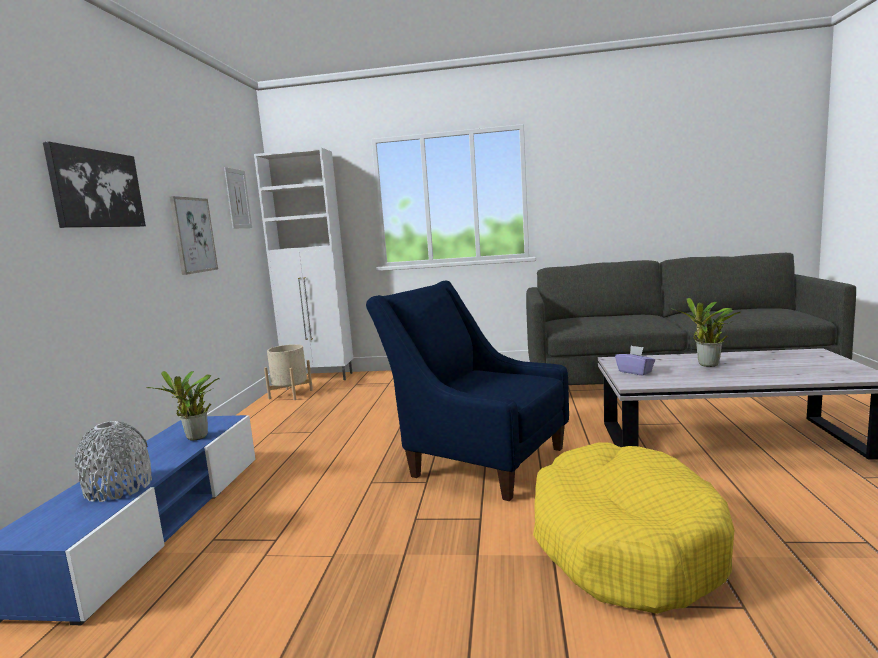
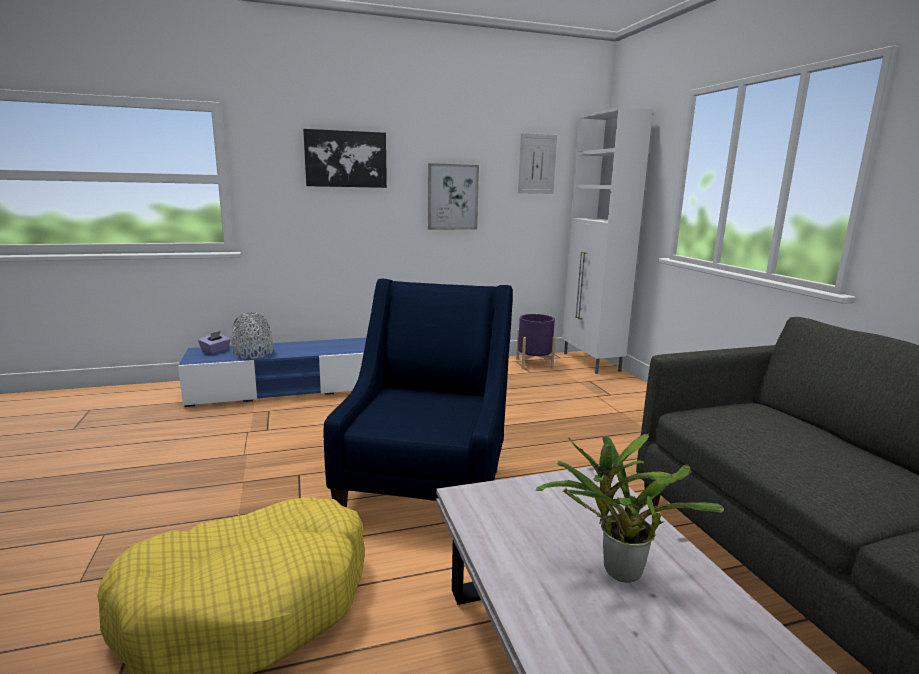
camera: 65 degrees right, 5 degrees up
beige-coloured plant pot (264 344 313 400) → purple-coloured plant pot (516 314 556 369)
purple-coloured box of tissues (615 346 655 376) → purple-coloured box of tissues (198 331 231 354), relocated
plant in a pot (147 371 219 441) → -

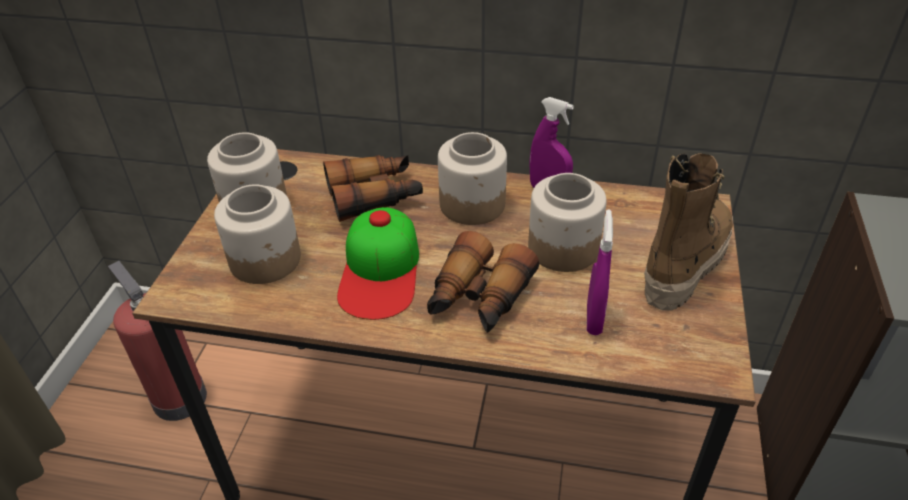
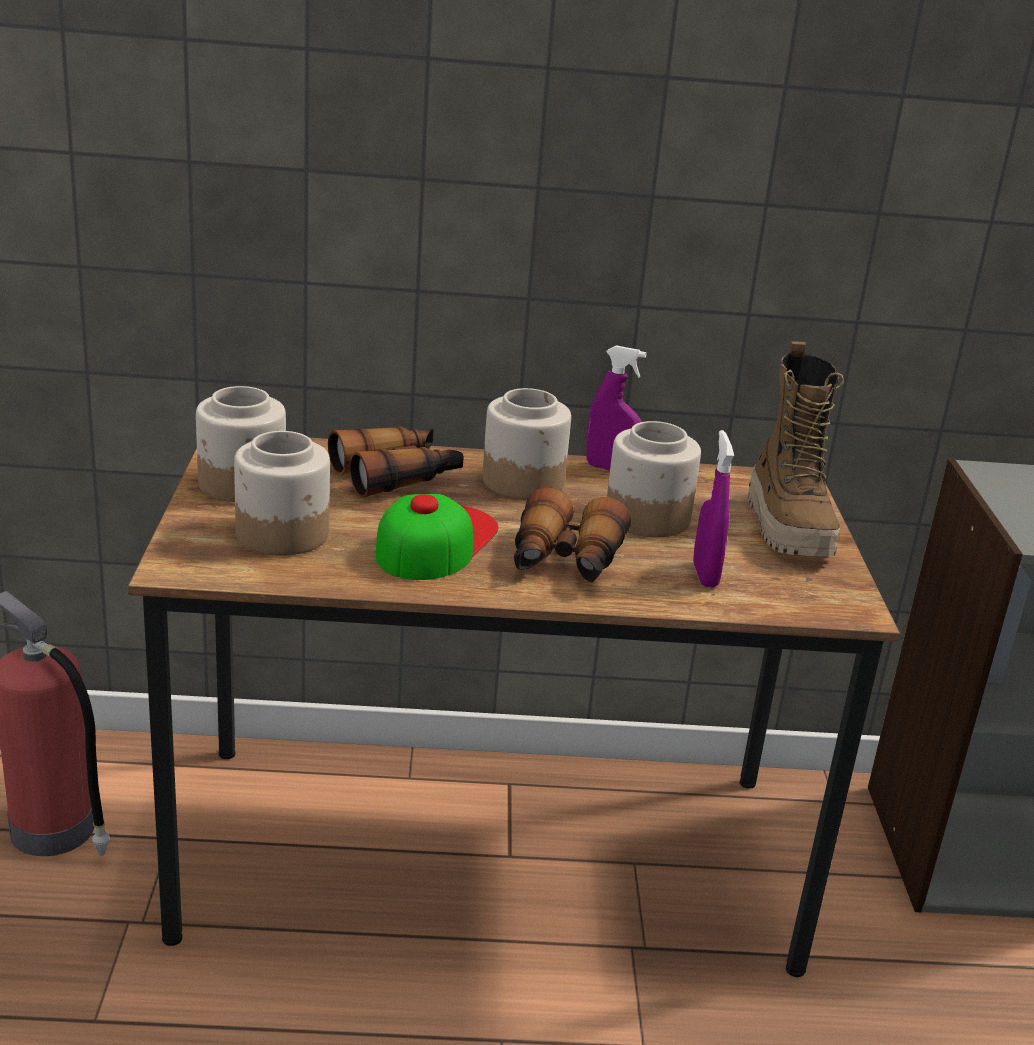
camera: 15 degrees left, 15 degrees down
high-top boot (644 153 733 311) → high-top boot (748 341 844 557), 150 degrees clockwise
peaked cap (337 207 419 320) → peaked cap (375 494 498 580), 150 degrees counterclockwise

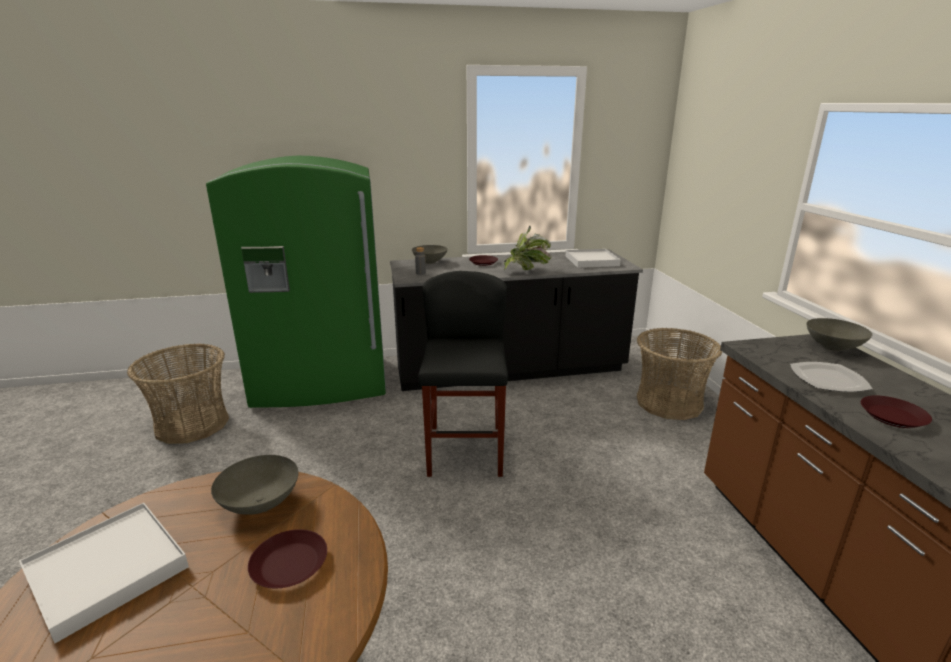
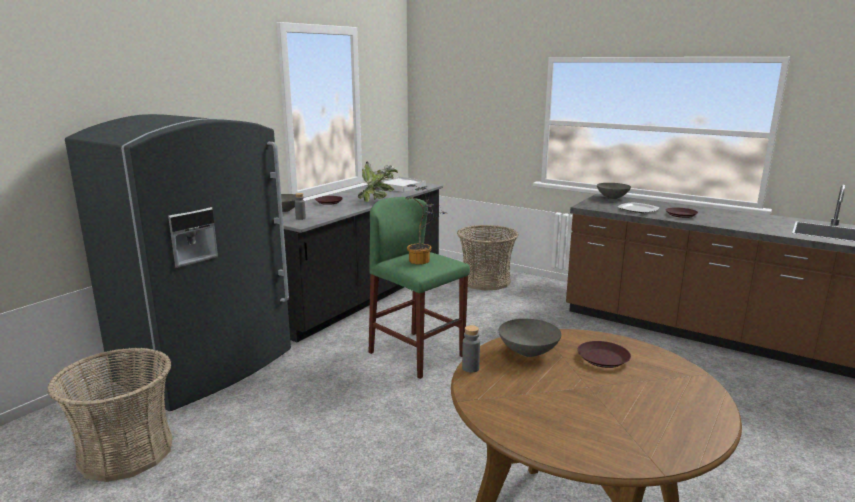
camera: 45 degrees left, 5 degrees down
greenish kitchen fridge (206 156 386 408) → greyish kitchen fridge (65 114 291 411)
black-coloured stool (418 271 508 477) → greenish stool (369 197 470 379)
whitish serving tray (19 503 189 643) → -
- → plant in a pot (405 184 448 265)
- → greyish bottle (462 325 480 373)

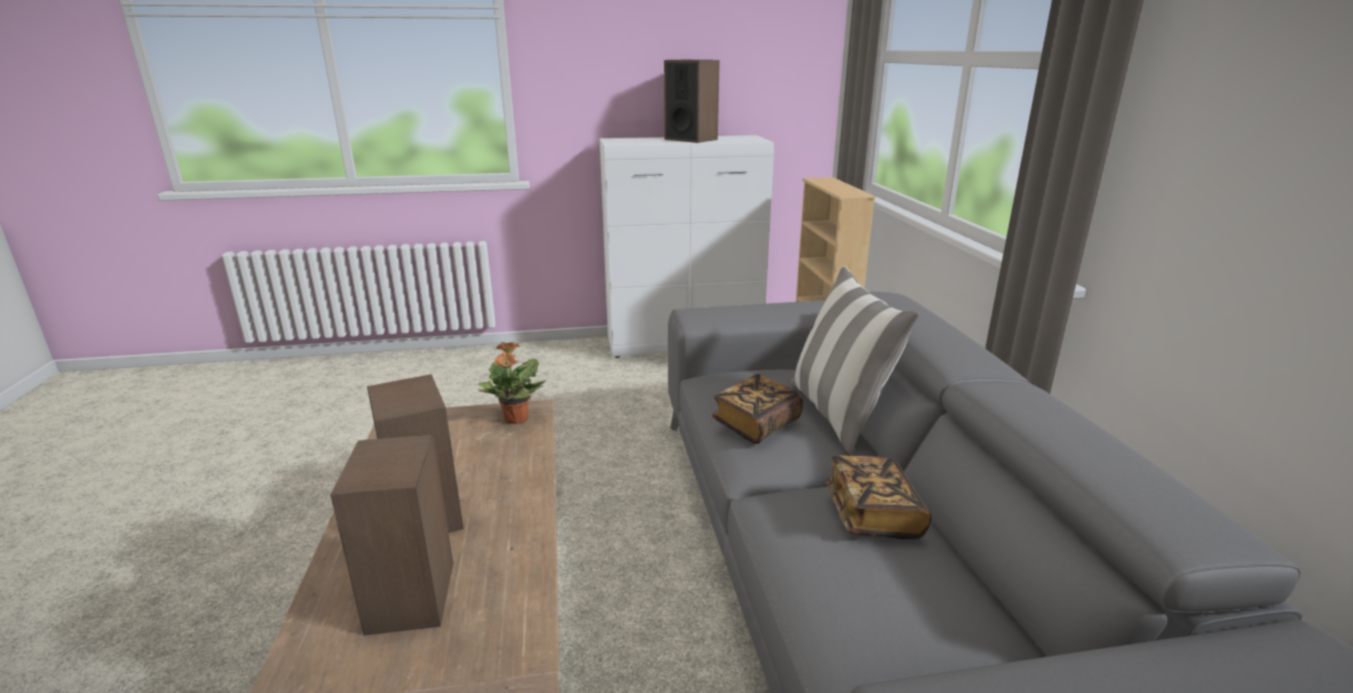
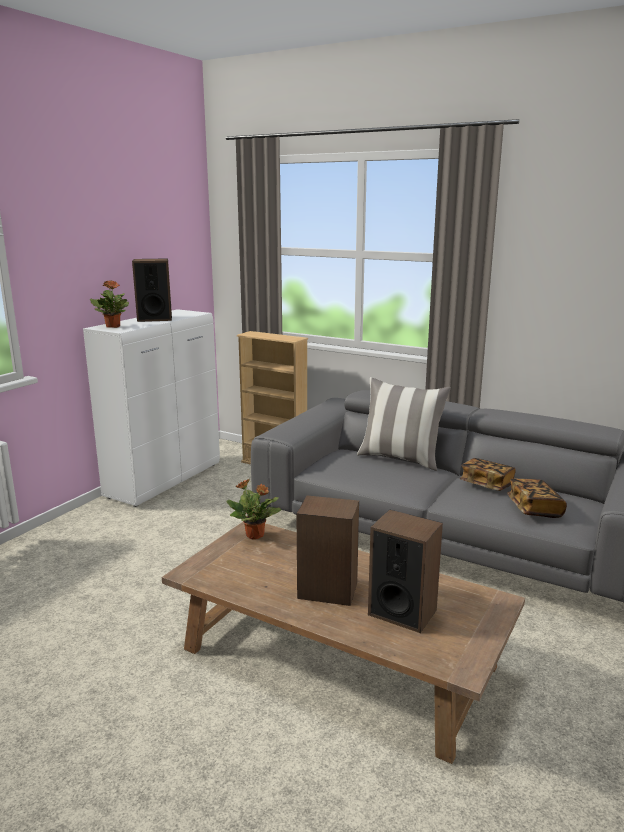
camera: 50 degrees left, 5 degrees down
bound book (712 374 803 444) → bound book (507 478 567 518), relocated
- → plant in a pot (90 280 129 328)

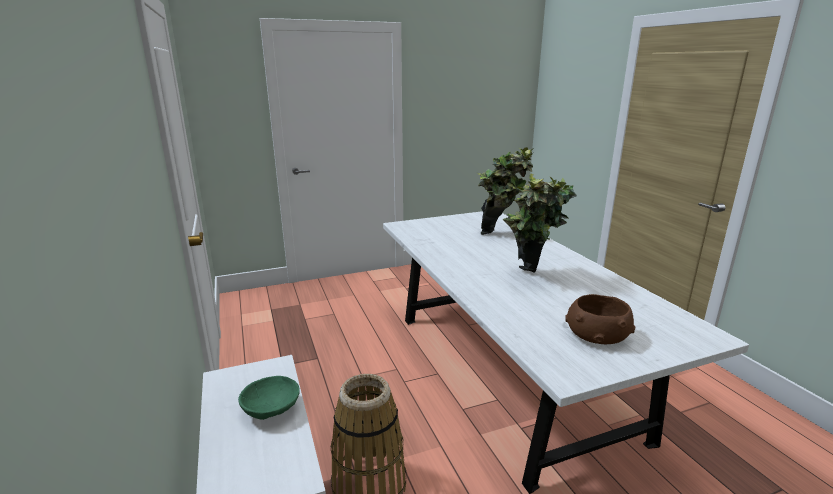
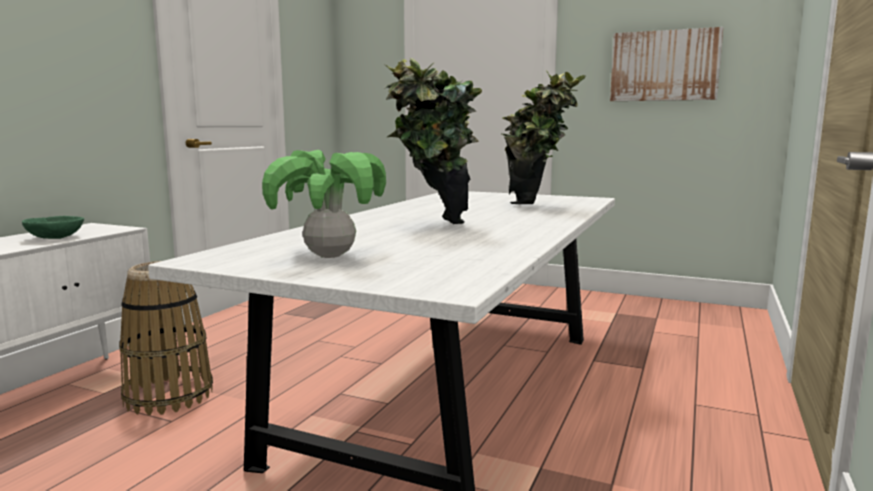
camera: 45 degrees right, 10 degrees down
brownish deep dish (565 294 635 344) → plant in a pot (262 150 386 258)
- → wall art (610 27 723 101)

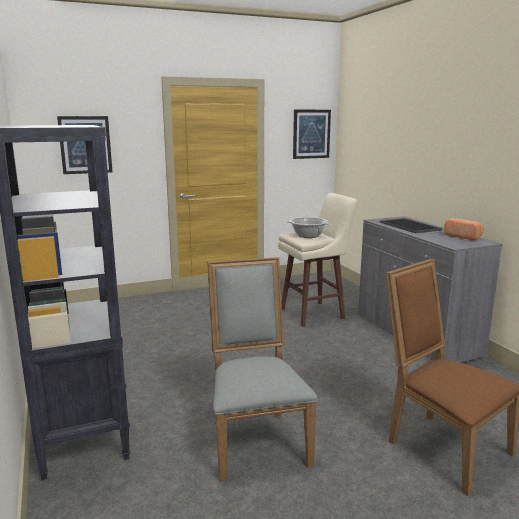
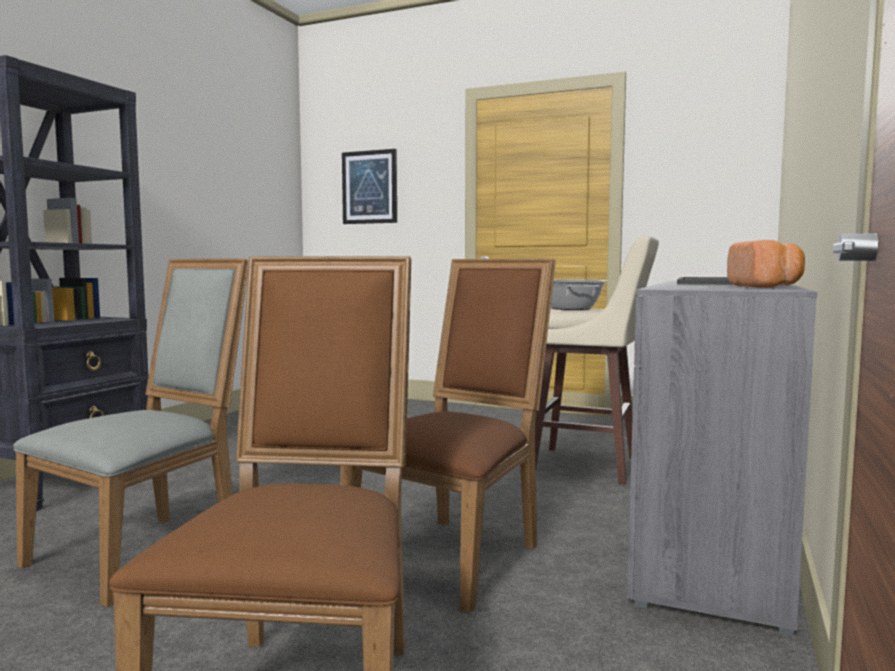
camera: 45 degrees right, 10 degrees down
wall art (293 110 331 159) → -
- → brownish plain chair (340 258 556 613)

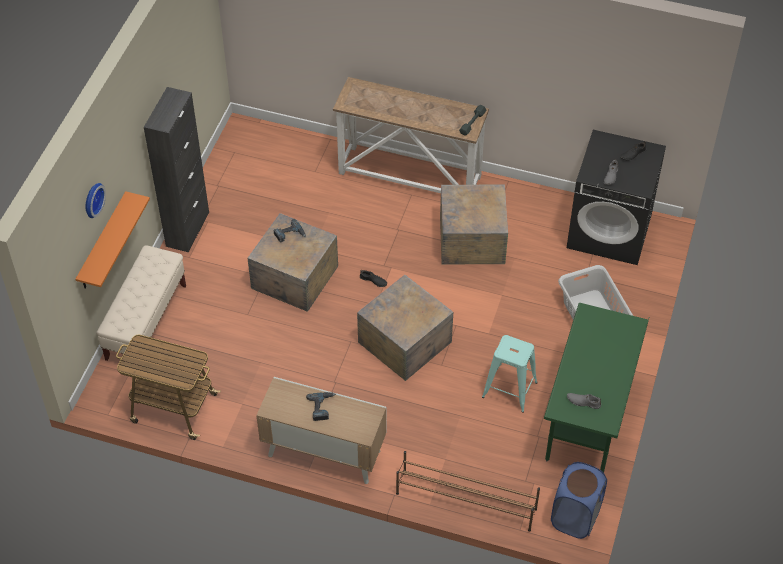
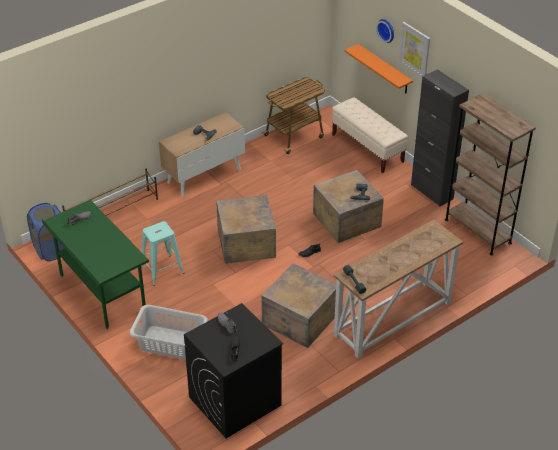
camera: 125 degrees right, 10 degrees down
- → wall art (399 22 430 77)
- → brownish bookshelf (445 93 536 255)

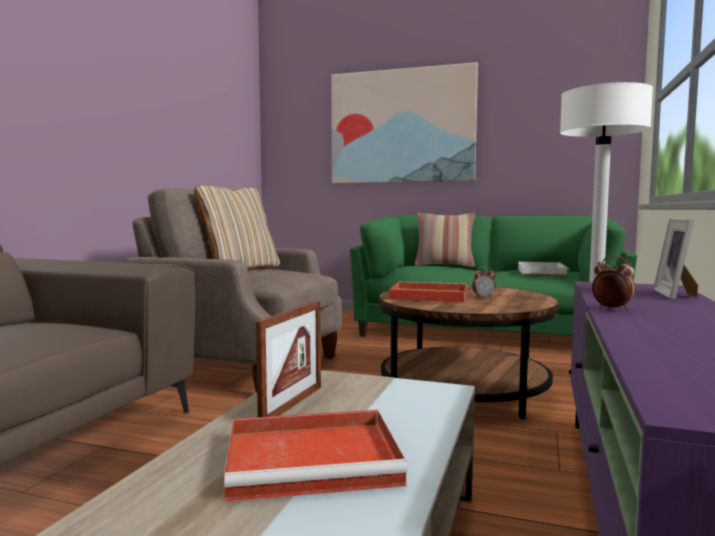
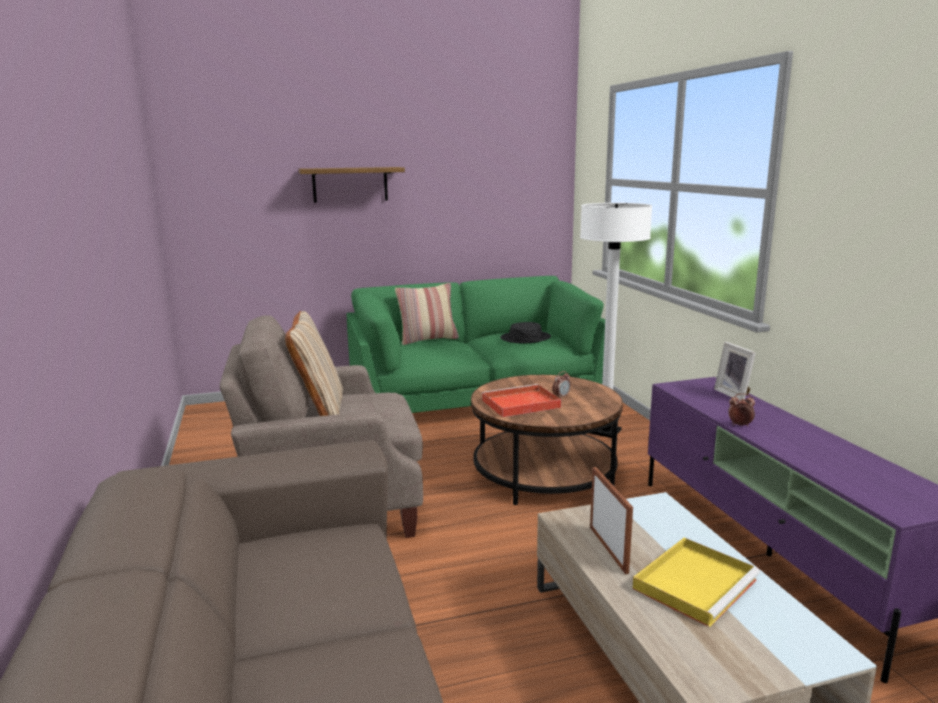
camera: 35 degrees left, 10 degrees up
wall art (331 62 478 183) → shelf (299 167 405 203)
whitish serving tray (518 262 569 275) → black-coloured clothing hat (500 322 551 343)
reddish serving tray (224 410 408 502) → yellow serving tray (633 538 760 627)

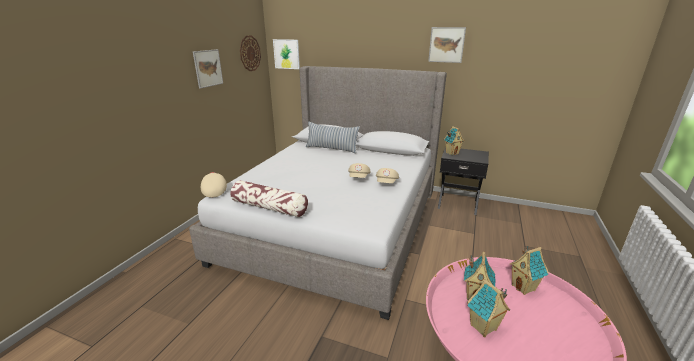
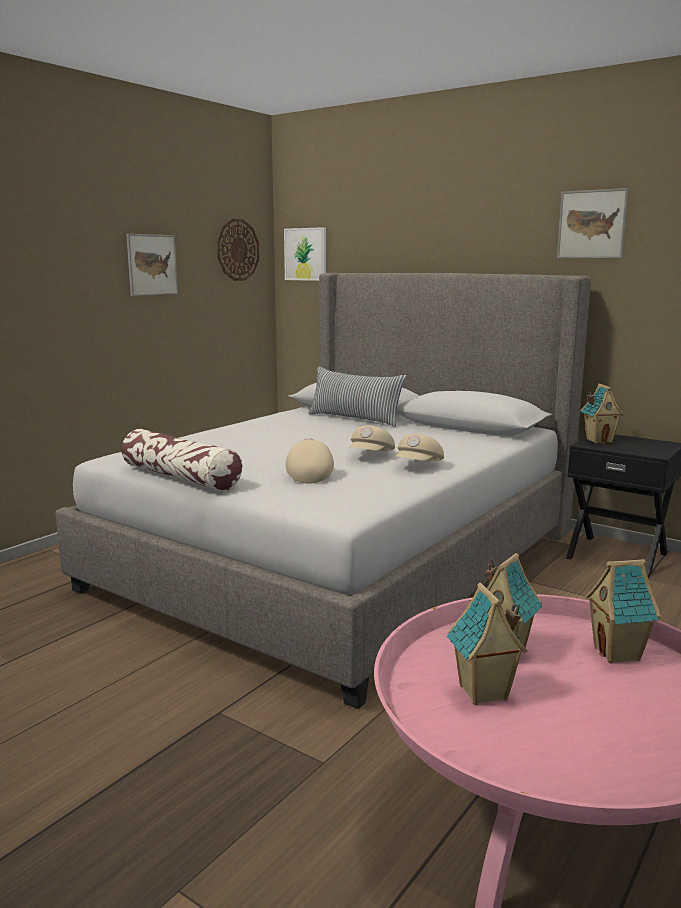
camera: 15 degrees right, 10 degrees down
beige-coloured peaked cap (201 172 227 198) → beige-coloured peaked cap (286 439 334 483), relocated

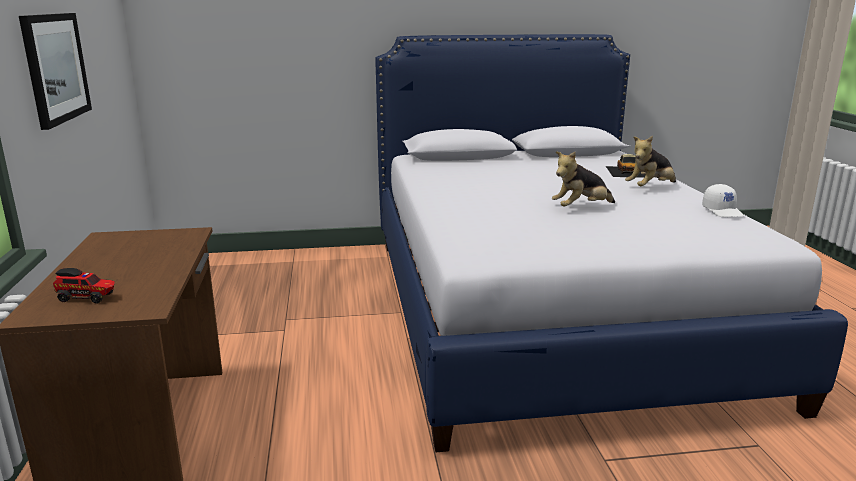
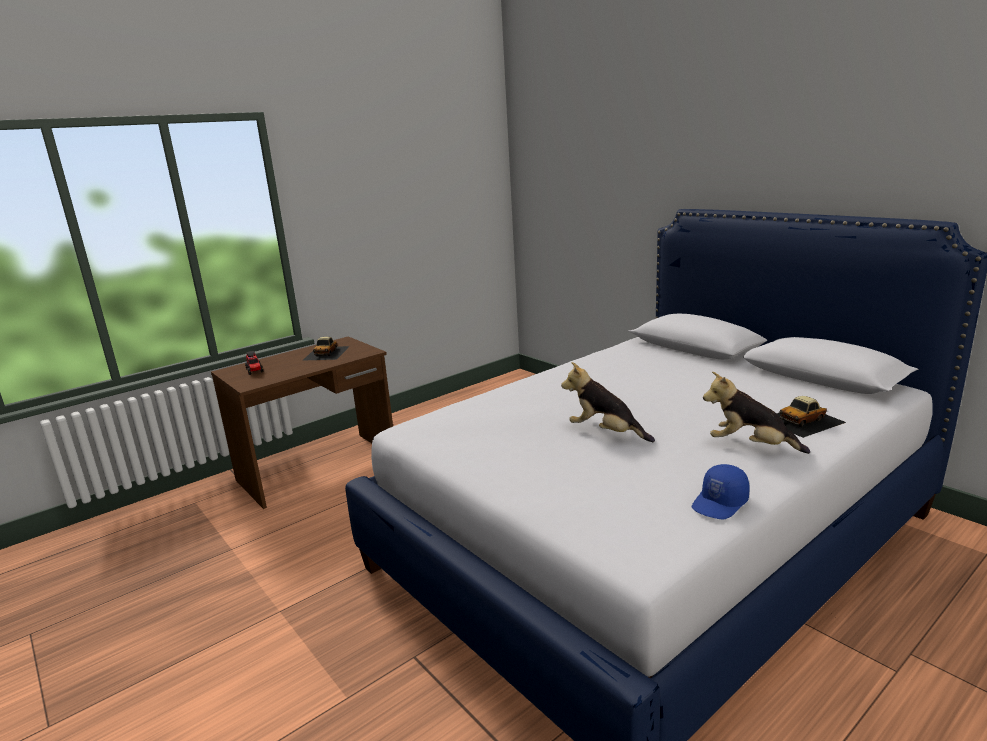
camera: 60 degrees right, 0 degrees up
wall art (19 13 92 130) → -
whitish peaked cap (702 184 744 217) → blue-coloured peaked cap (692 464 750 519)
- → model car (302 337 350 361)

